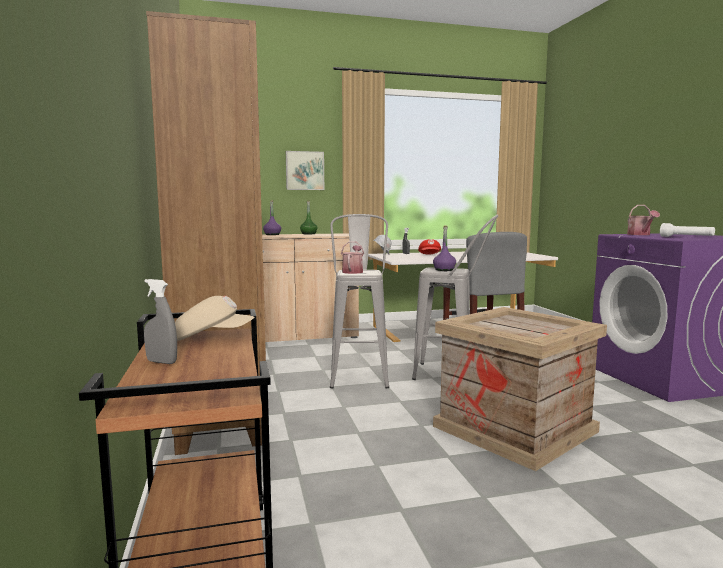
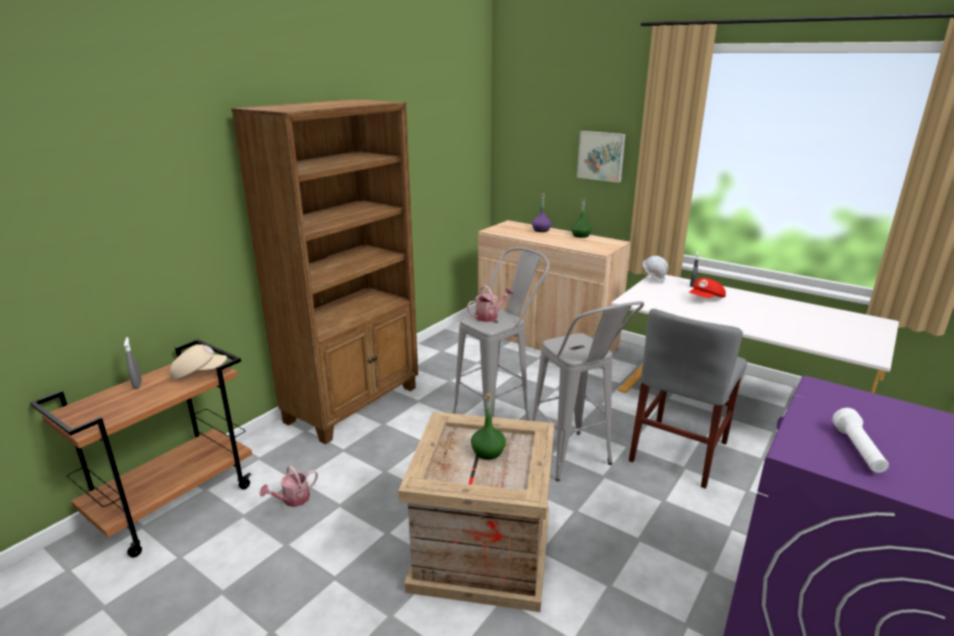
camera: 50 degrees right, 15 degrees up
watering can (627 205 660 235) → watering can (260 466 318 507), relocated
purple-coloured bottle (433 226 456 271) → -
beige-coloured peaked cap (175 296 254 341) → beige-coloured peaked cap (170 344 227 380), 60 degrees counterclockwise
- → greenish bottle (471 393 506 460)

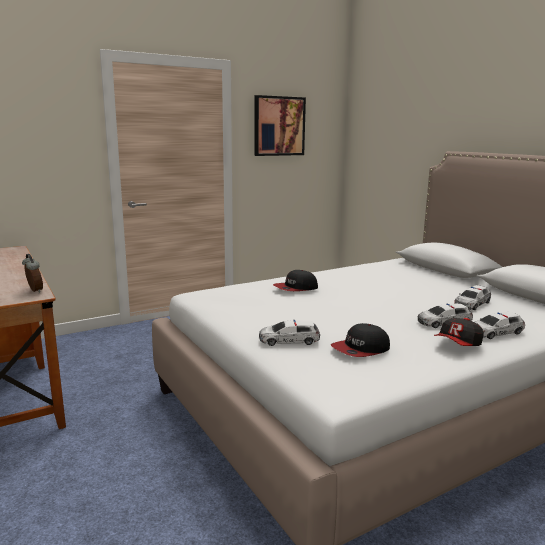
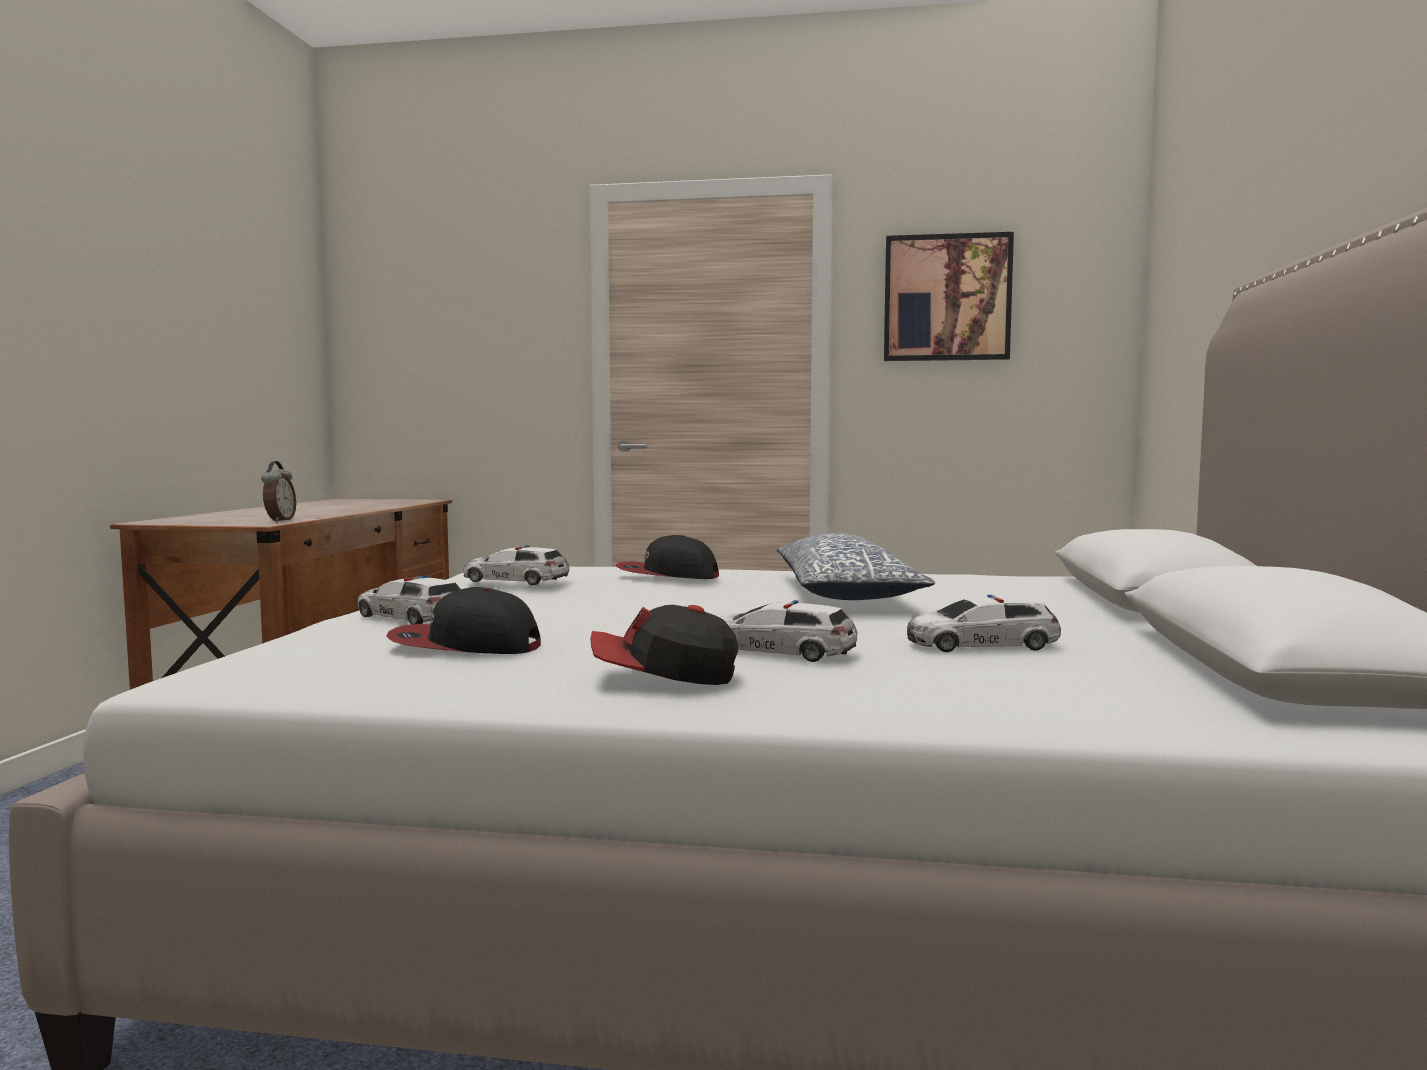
camera: 40 degrees right, 10 degrees down
model car (475 312 525 339) → model car (463 545 569 585), relocated
- → pillow (777 533 935 600)

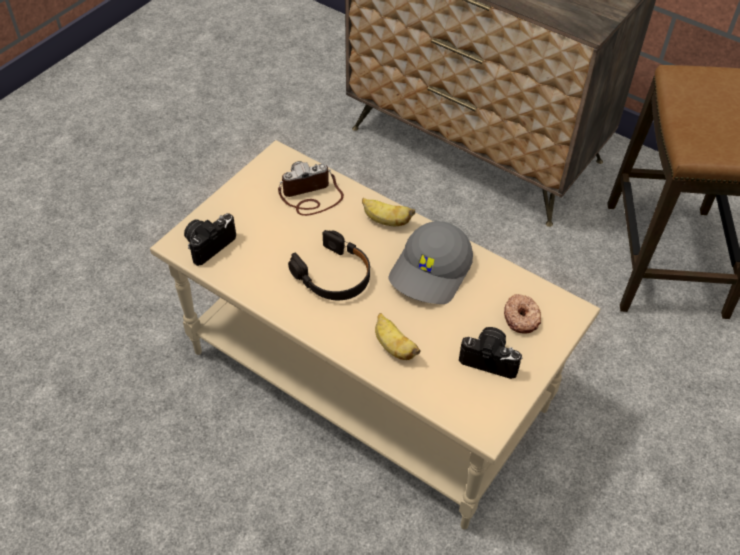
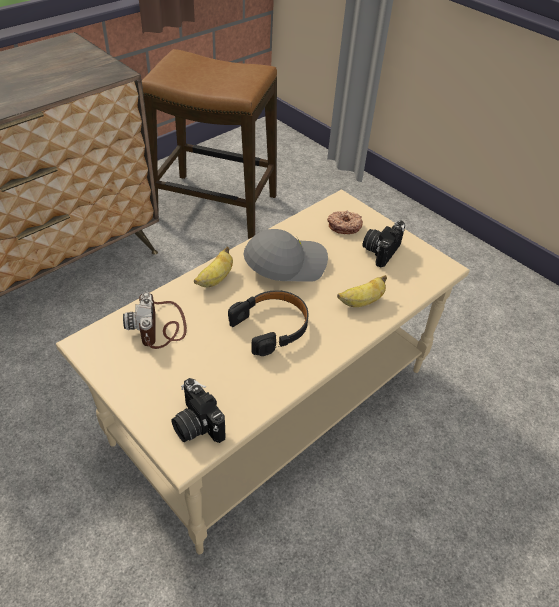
camera: 80 degrees left, 5 degrees down
greyish peaked cap (388 221 473 304) → greyish peaked cap (243 229 328 282), 60 degrees counterclockwise

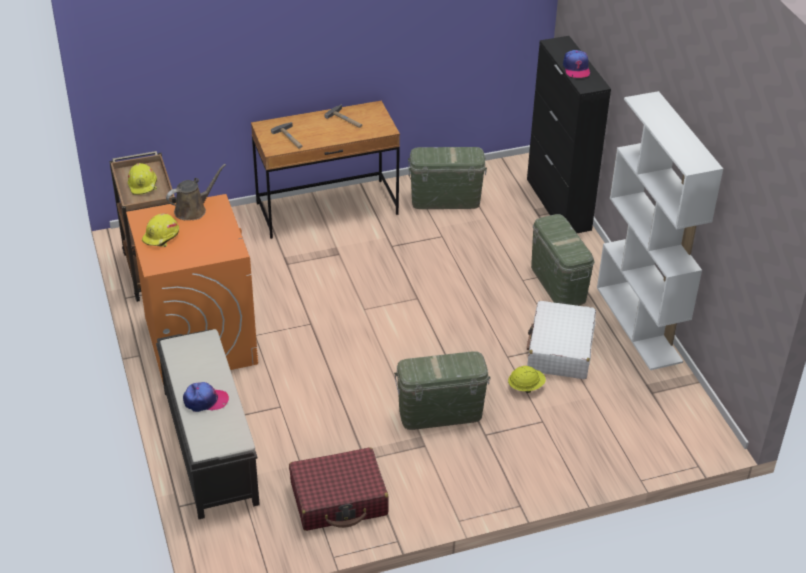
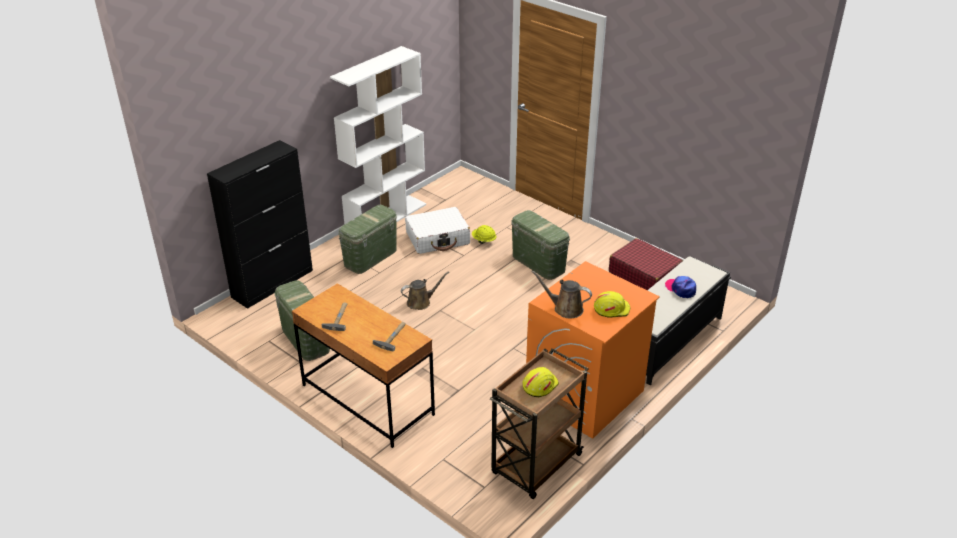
camera: 120 degrees left, 5 degrees down
peaked cap (563 50 590 78) → -
- → brownish watering can (401 272 449 310)

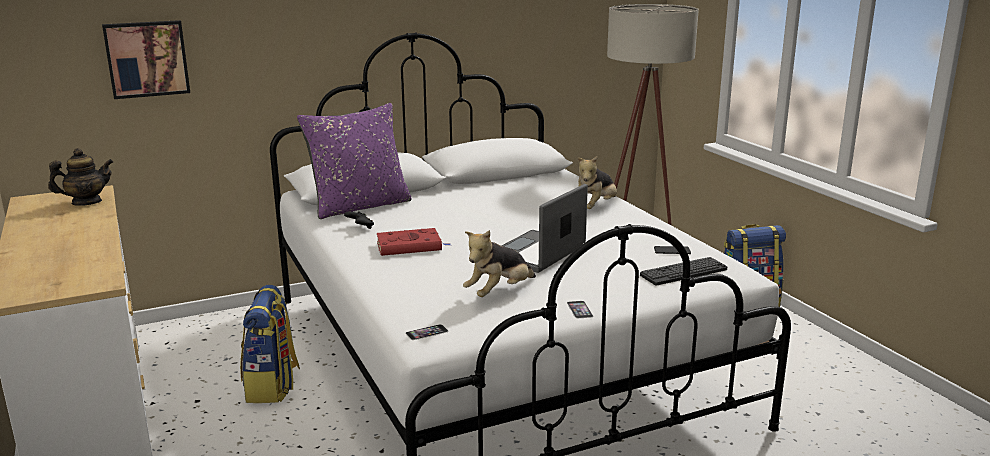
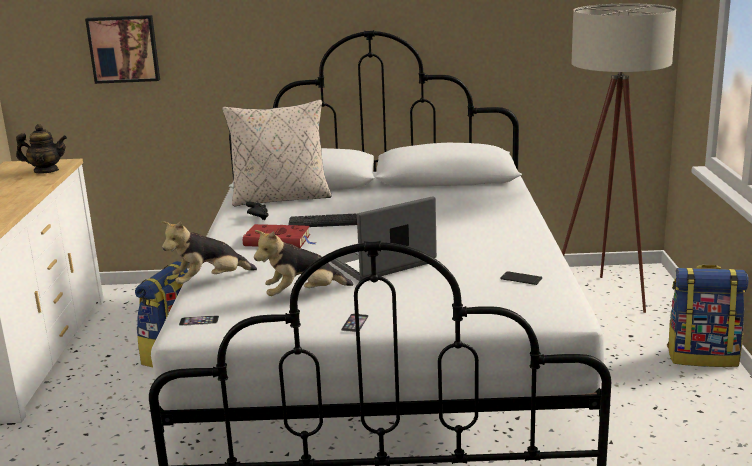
camera: 25 degrees right, 0 degrees up
purple-coloured pillow (297 103 411 219) → beige-coloured pillow (223 100 332 206)
soft toy (578 155 617 209) → soft toy (161 221 257 284), relocated
keyboard (640 257 727 286) → keyboard (288 213 358 227), relocated

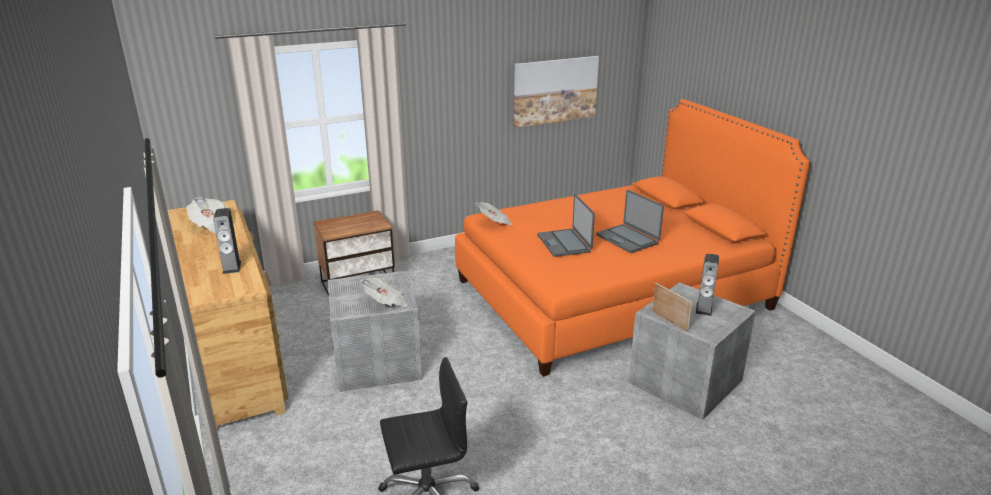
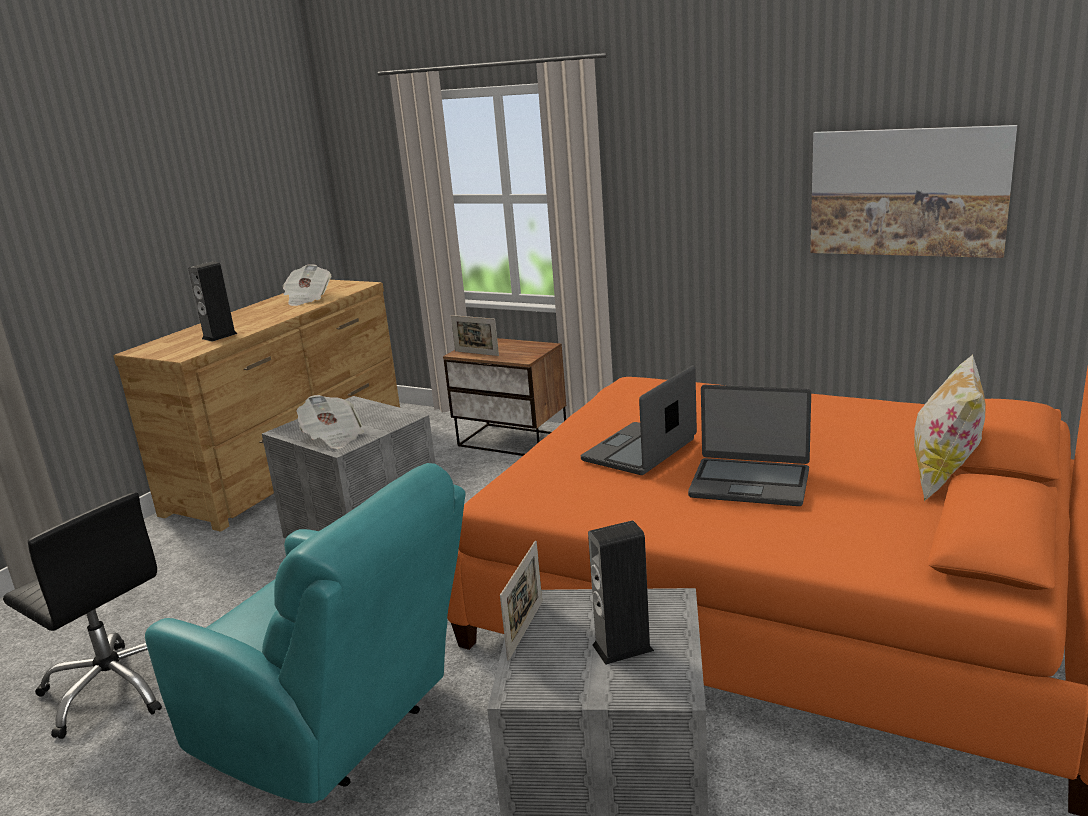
camera: 55 degrees right, 5 degrees down
laptop (596 190 664 253) → laptop (688 385 811 506), 90 degrees counterclockwise
newspaper (476 202 512 225) → -
- → standing frame (451 315 499 356)
- → pillow (914 354 986 501)
- → turquoise lounge chair (145 463 466 804)

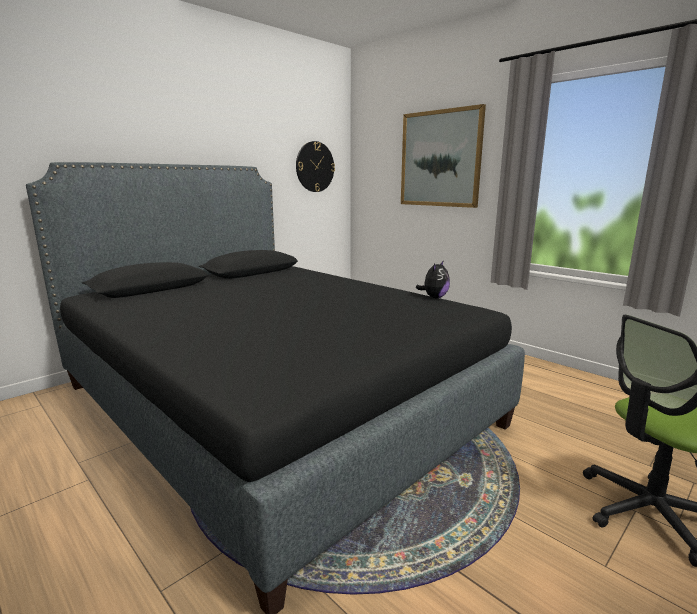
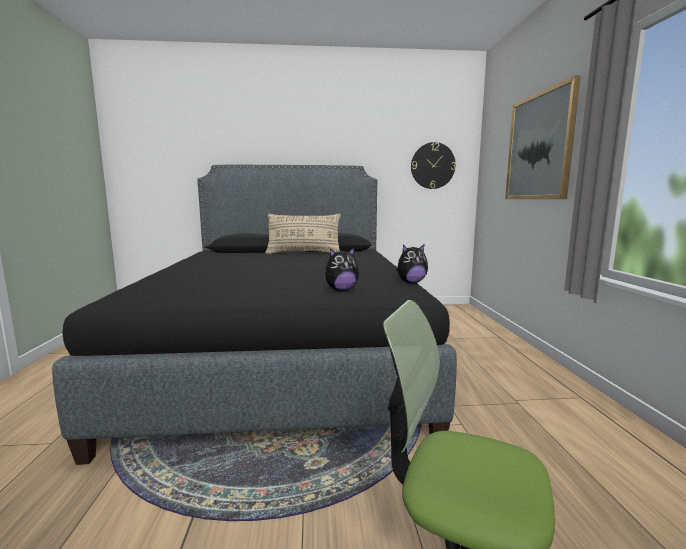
camera: 40 degrees right, 5 degrees down
- → beige-coloured pillow (266 214 341 254)
- → soft toy (325 248 359 291)

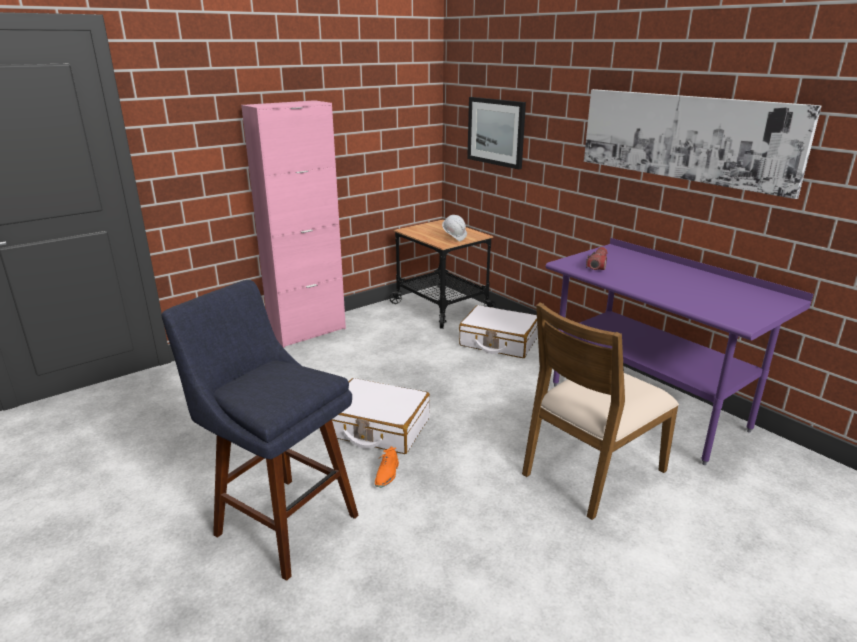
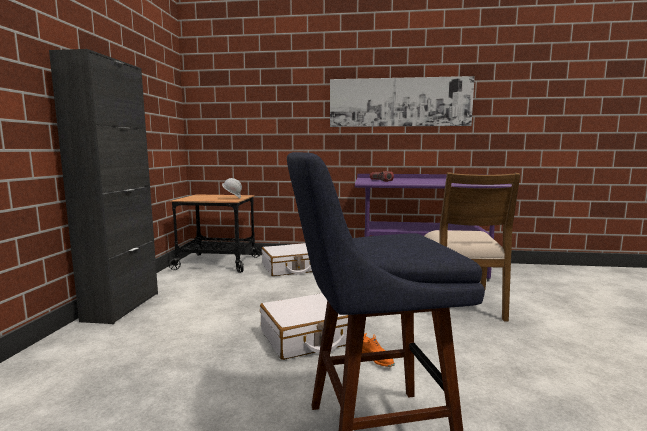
camera: 45 degrees left, 15 degrees down
wall art (467 97 526 169) → -
pink-coloured cabinet (241 100 346 348) → black-coloured cabinet (49 49 158 324)

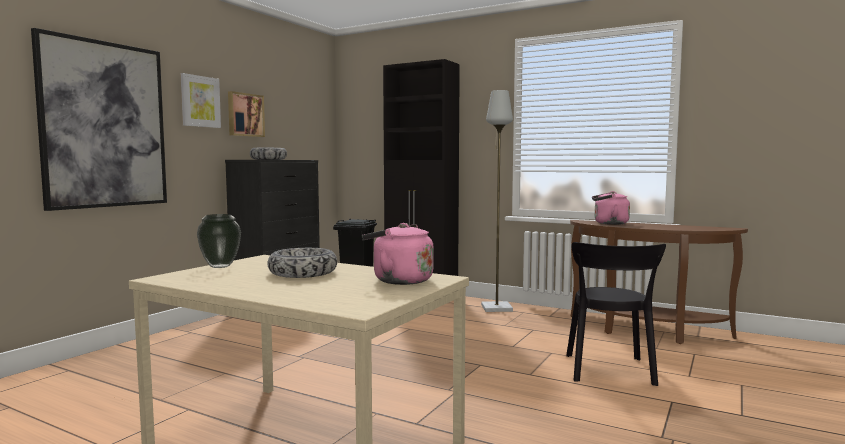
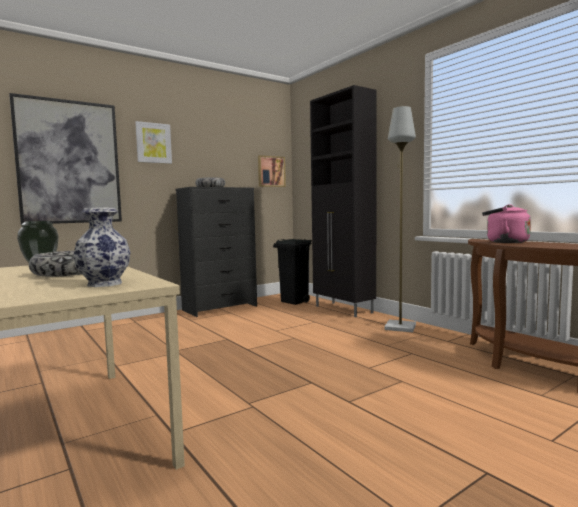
camera: 25 degrees right, 0 degrees up
wall art (228 91 265 137) → wall art (258 155 286 187), relocated
pink-coloured kettle (362 223 434 285) → flower vase (73 207 131 287)
black-coloured plain chair (566 242 666 386) → -

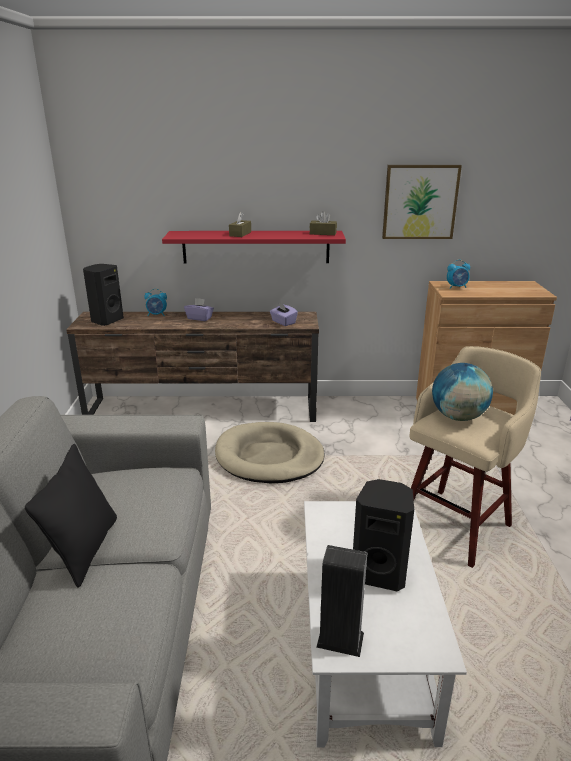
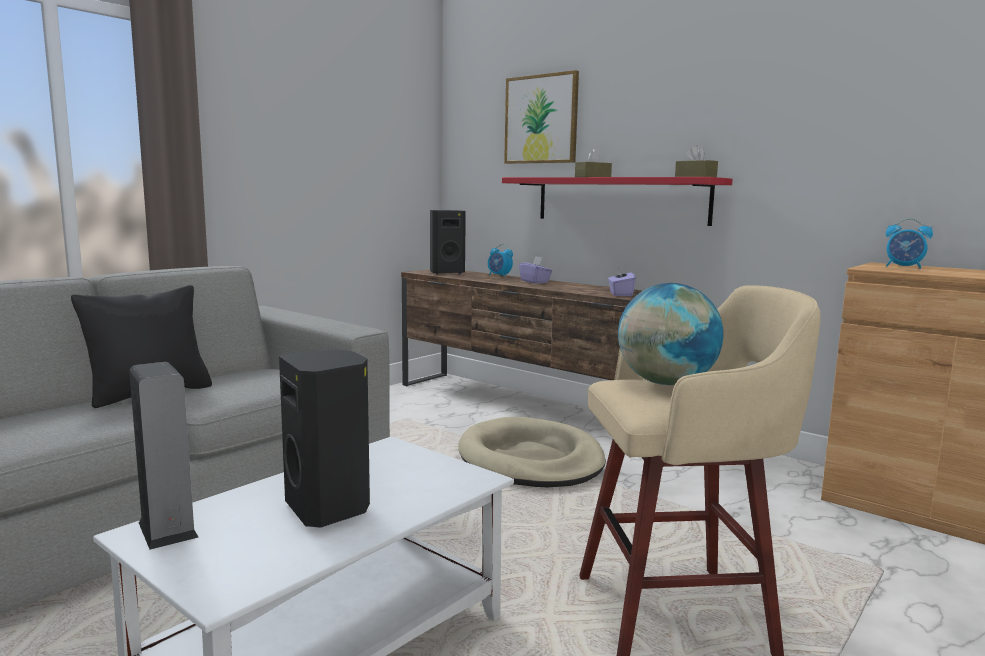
camera: 40 degrees right, 15 degrees down
wall art (382 165 462 239) → wall art (504 70 579 164), relocated

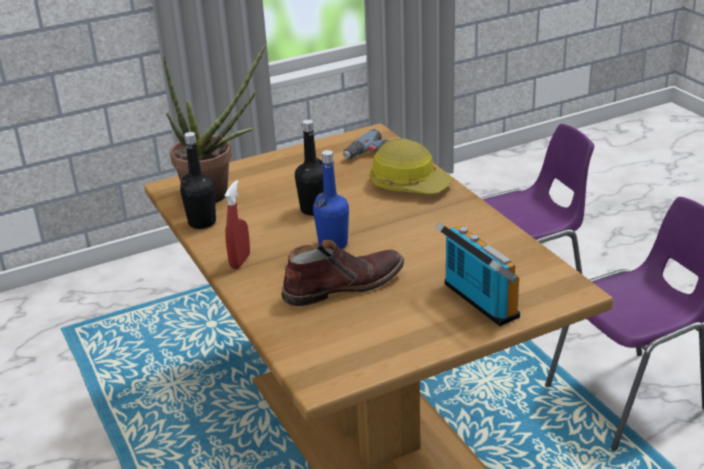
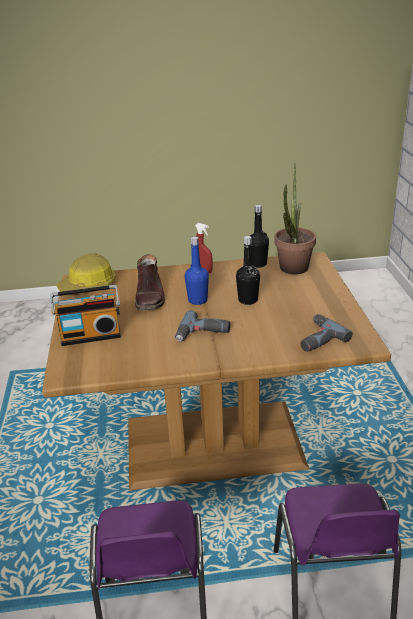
camera: 110 degrees right, 0 degrees up
hard hat (369 138 453 194) → hard hat (56 253 116 292), relocated
- → power drill (175 310 230 342)

